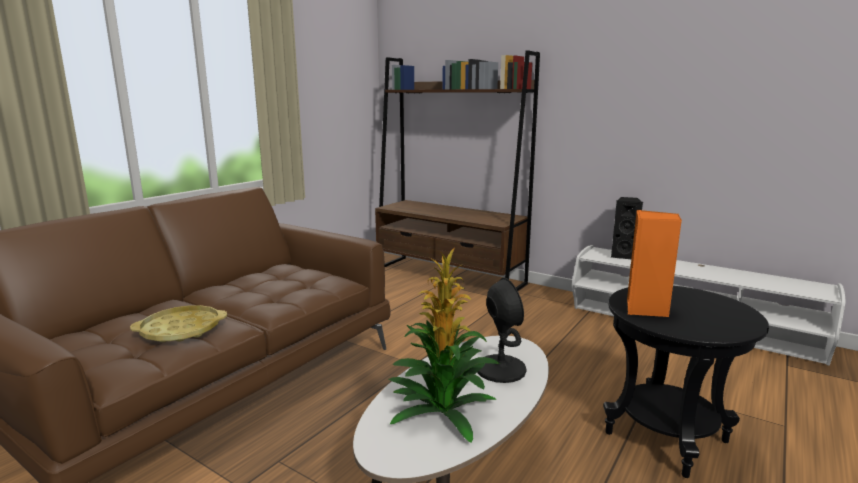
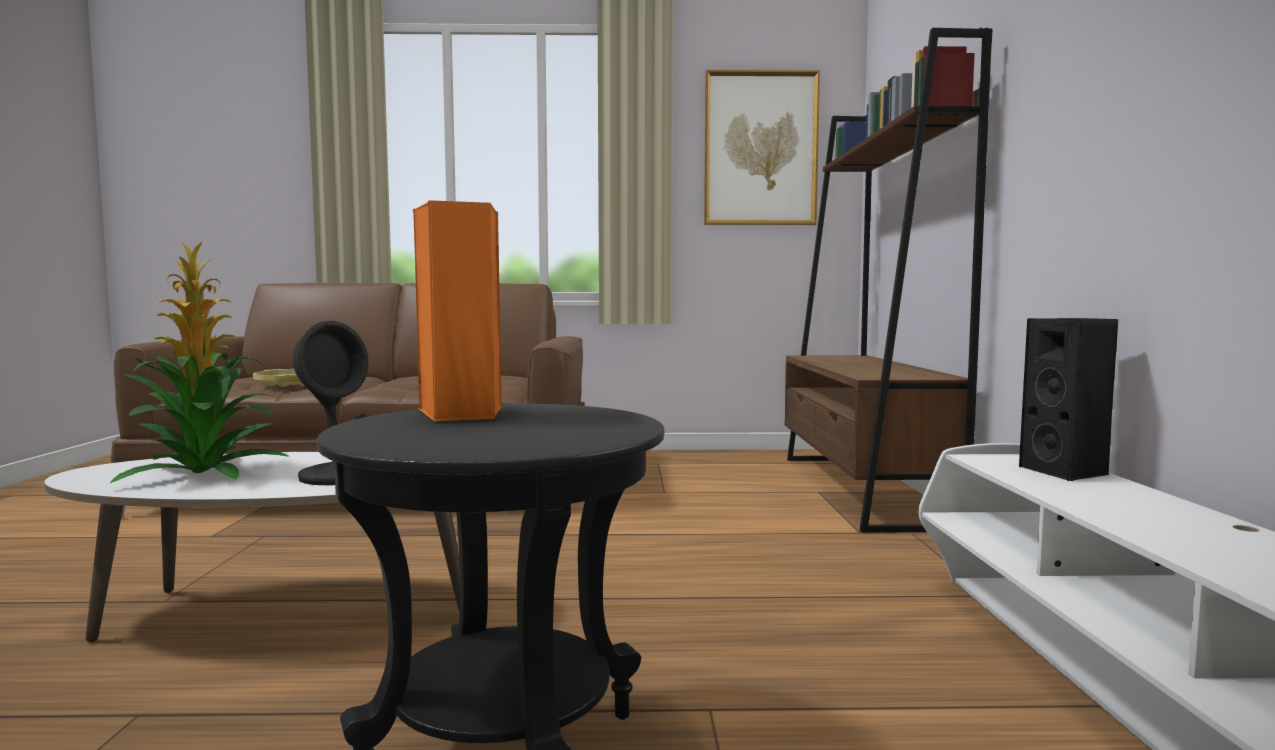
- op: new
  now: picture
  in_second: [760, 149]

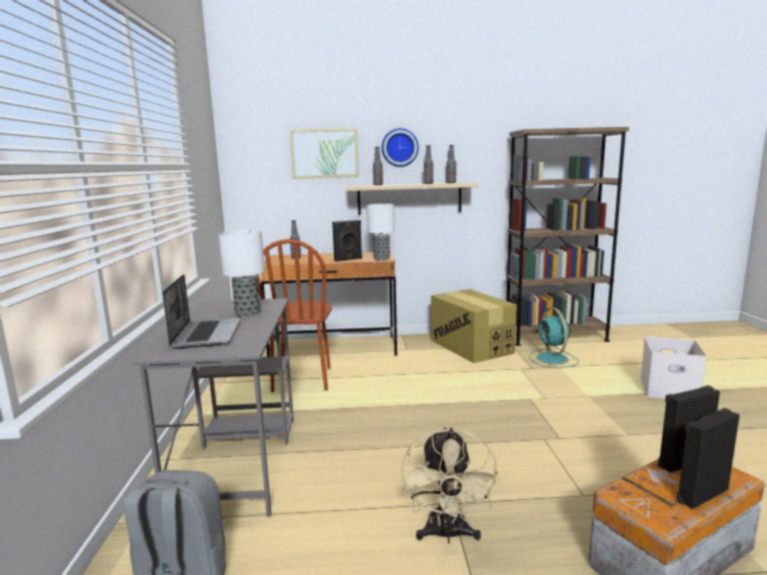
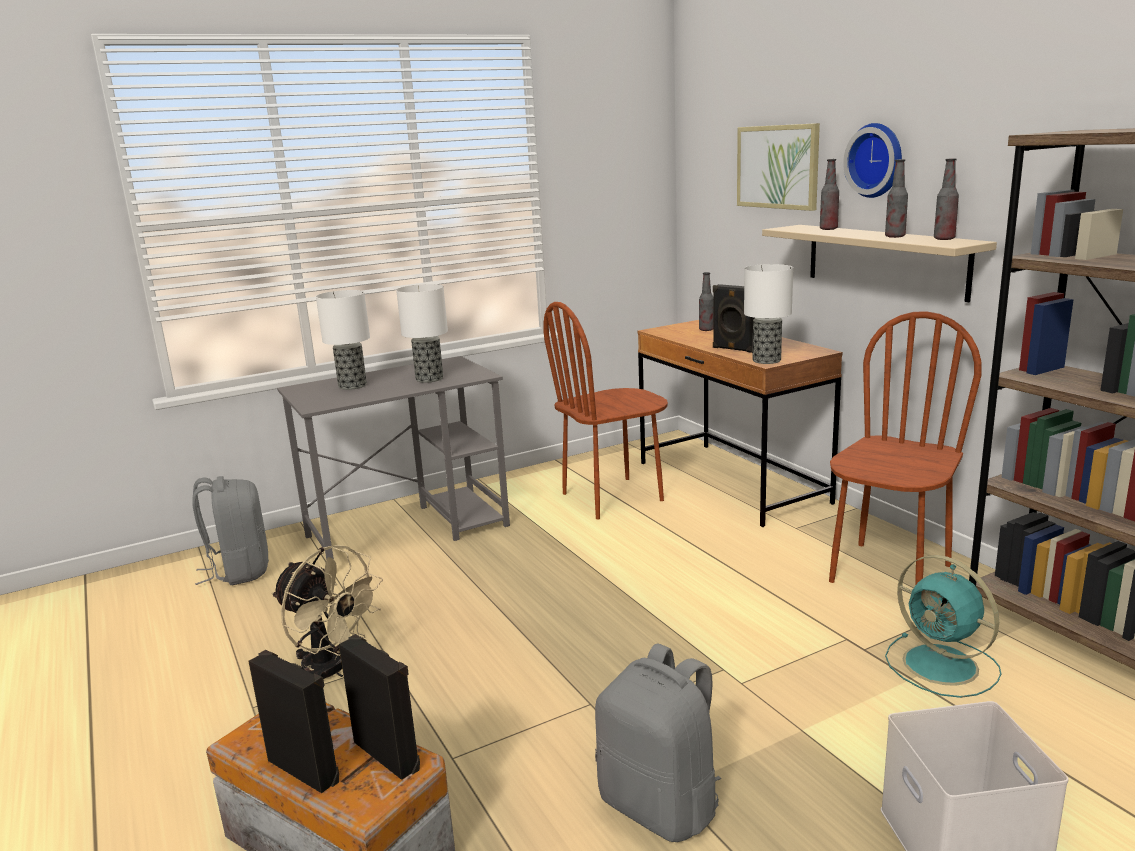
- op: new
  now: rucksack/greyish
  in_second: [661, 806]
- op: swapped
  was: notebook computer
  now: tabletop lamp
  in_first: [206, 334]
  in_second: [353, 385]
- op: swapped
  was: cardboard box
  now: chair/brown-coloured
  in_first: [471, 346]
  in_second: [889, 573]
- op: rotated
  was: electric fan/sand-coloured
  in_first: [447, 534]
  in_second: [333, 672]
  clockwise: -120
- op: rotated
  was: electric fan/blue-green
  in_first: [553, 359]
  in_second: [943, 666]
  clockwise: -90

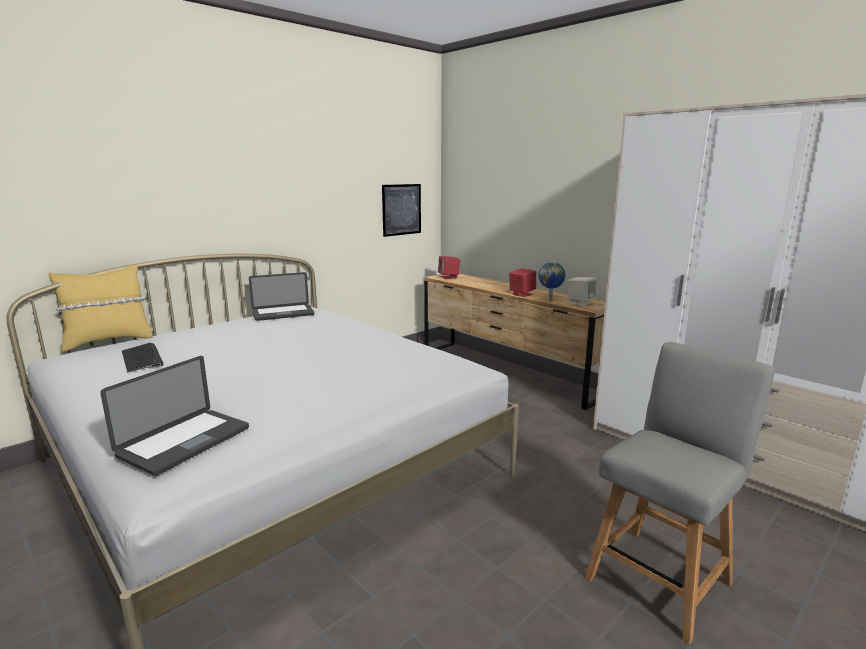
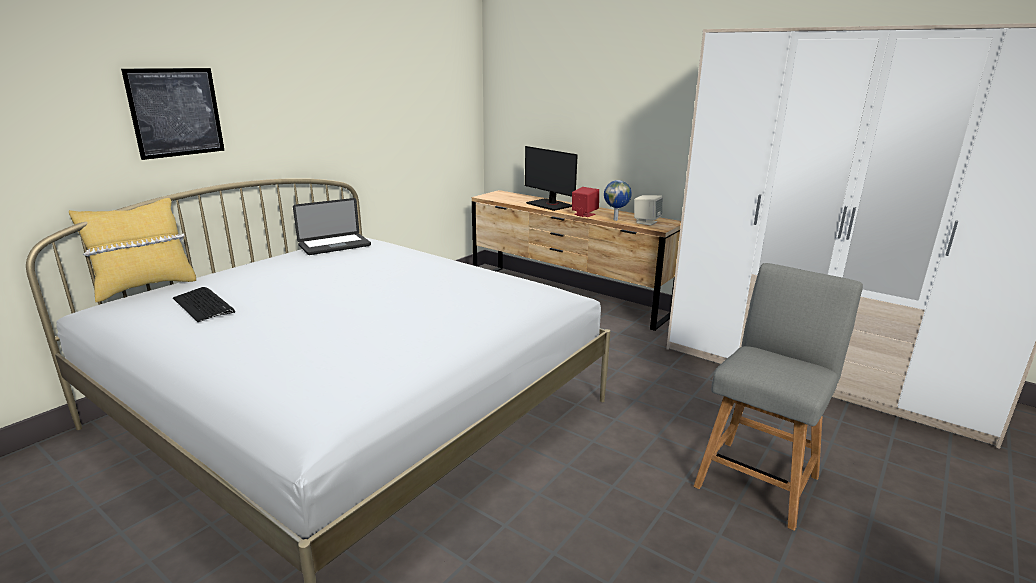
- op: gone
  was: notebook computer
  in_first: [185, 442]
- op: gone
  was: speaker/red-coloured
  in_first: [449, 277]
- op: new
  now: monitor
  in_second: [550, 205]
- op: shifted
  was: picture
  in_first: [401, 209]
  in_second: [176, 112]

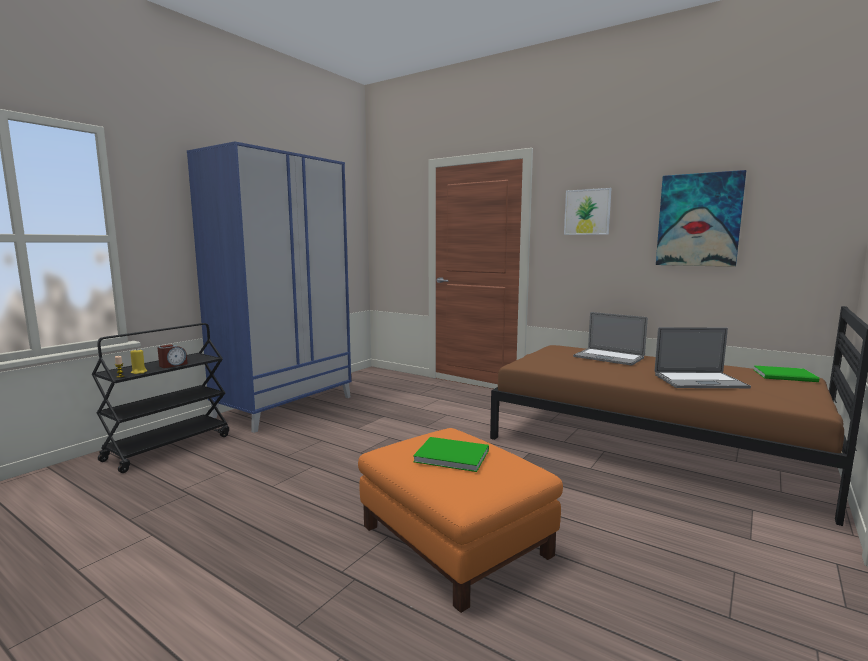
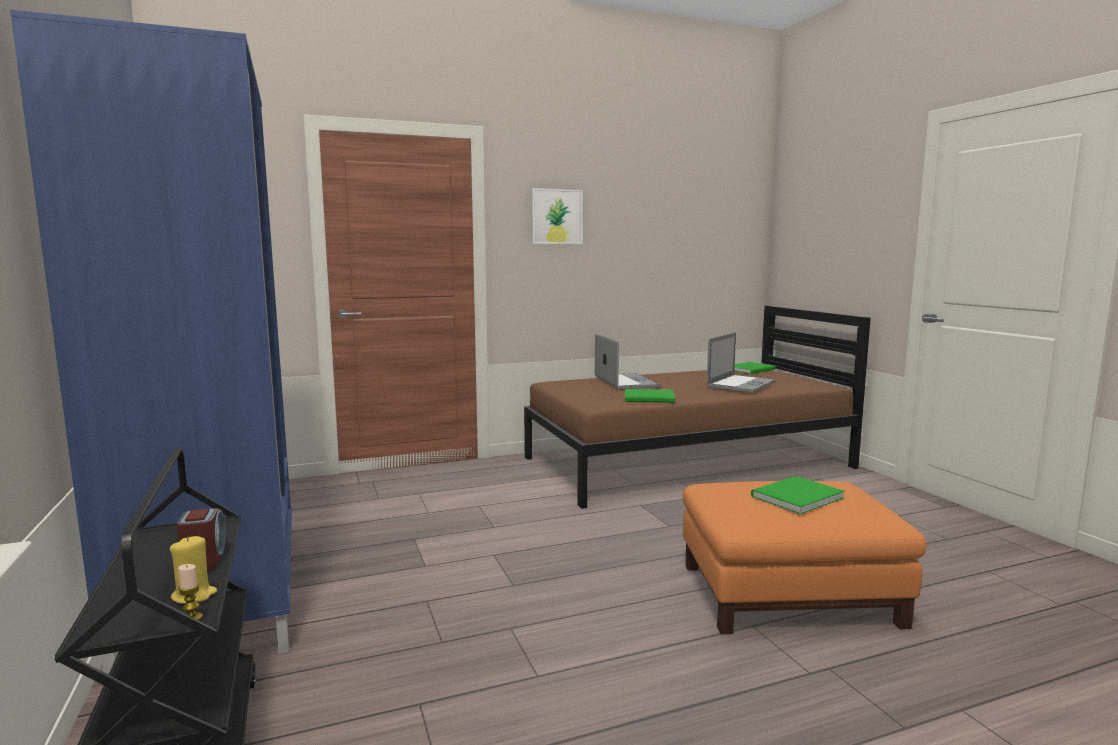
- op: gone
  was: picture
  in_first: [698, 220]
- op: new
  now: book/green
  in_second: [650, 398]
- op: rotated
  was: notebook computer
  in_first: [608, 357]
  in_second: [626, 382]
  clockwise: -90

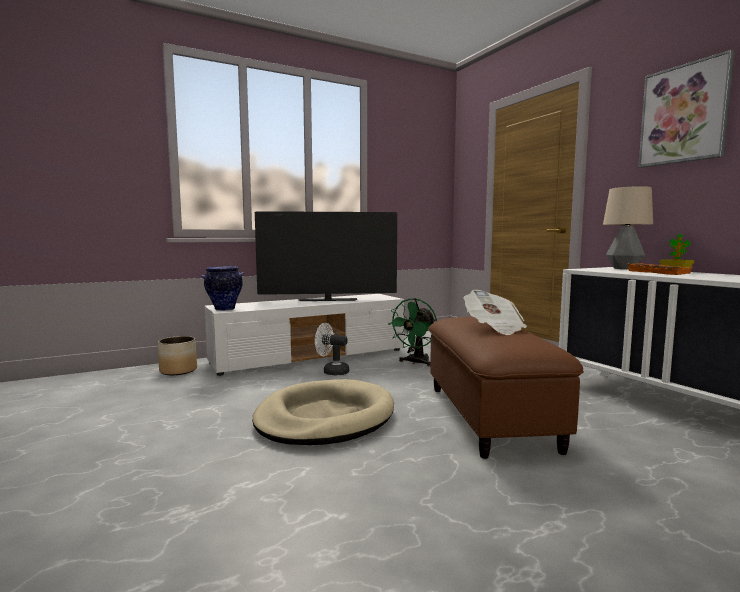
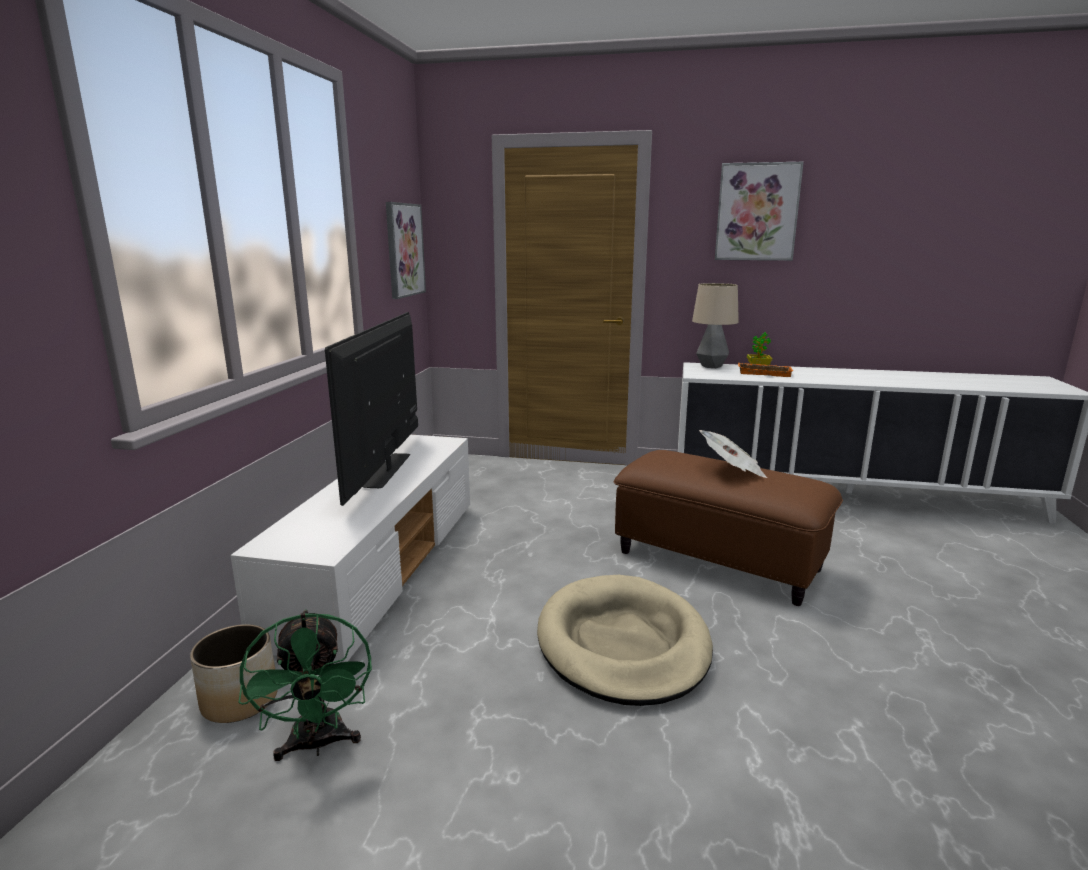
- op: gone
  was: flower vase
  in_first: [224, 309]
- op: gone
  was: electric fan/white
  in_first: [331, 372]
- op: new
  now: picture
  in_second: [404, 250]
- op: shifted
  was: electric fan/green
  in_first: [415, 362]
  in_second: [318, 745]
- op: rotated
  was: TV set
  in_first: [328, 300]
  in_second: [388, 470]
  clockwise: 150

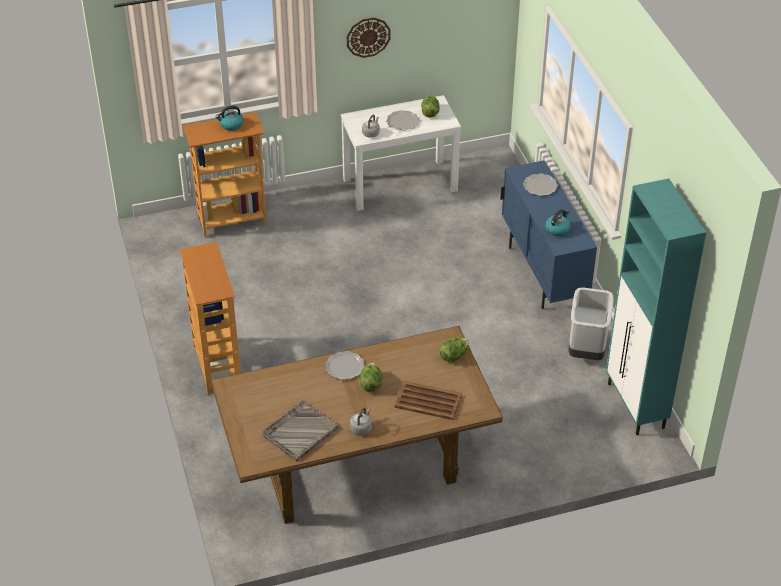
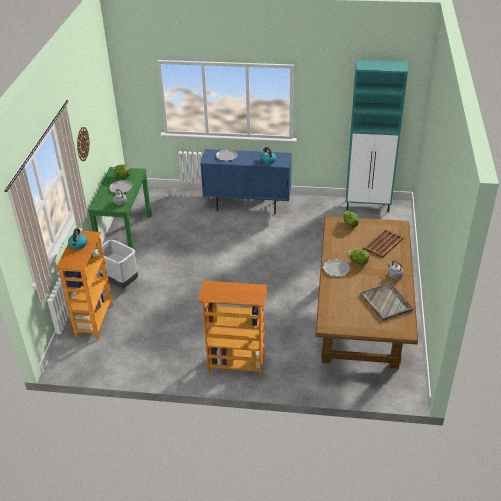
- op: shifted
  was: rubbish bin/greyish
  in_first: [587, 350]
  in_second: [120, 282]
- op: repainted
  was: narrow table/white
  now: narrow table/green
  in_first: [400, 184]
  in_second: [125, 235]

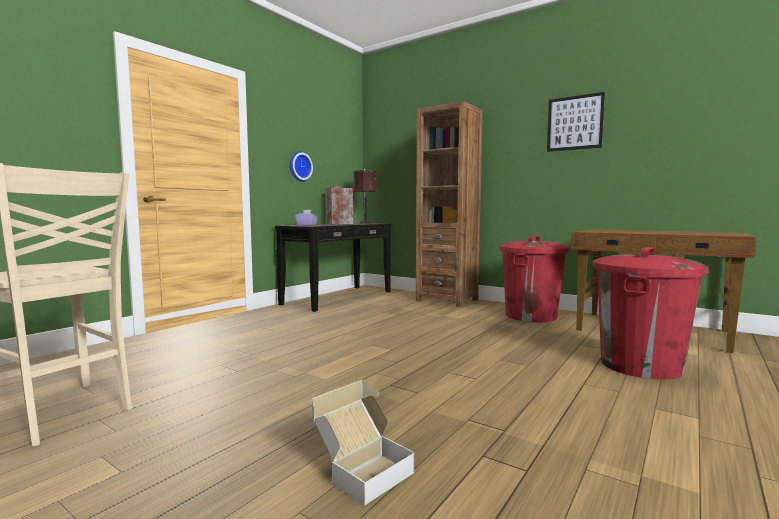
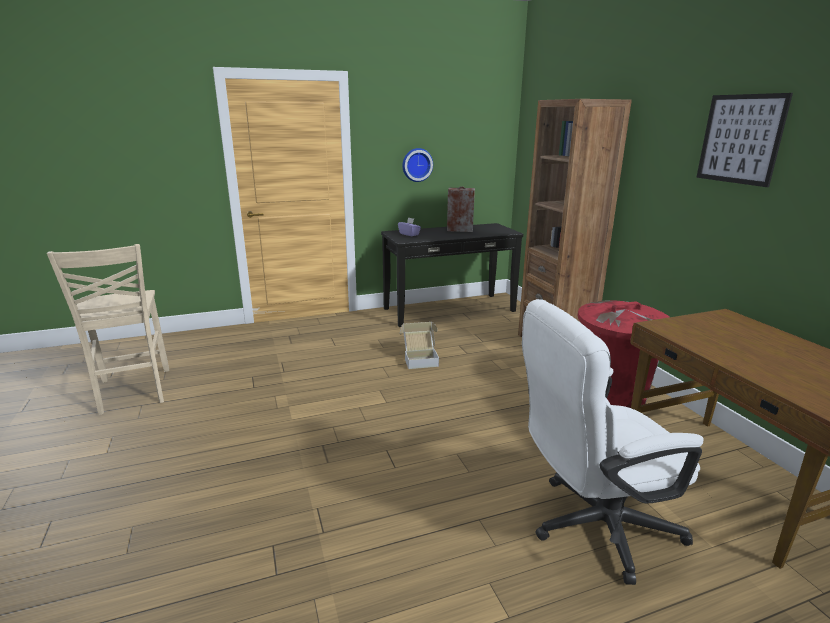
- op: gone
  was: tabletop lamp/brown-coloured
  in_first: [364, 223]
- op: shifted
  was: cardboard box
  in_first: [361, 470]
  in_second: [420, 359]
- op: swapped
  was: rubbish bin/red-coloured
  now: computer chair/white
  in_first: [640, 365]
  in_second: [592, 526]

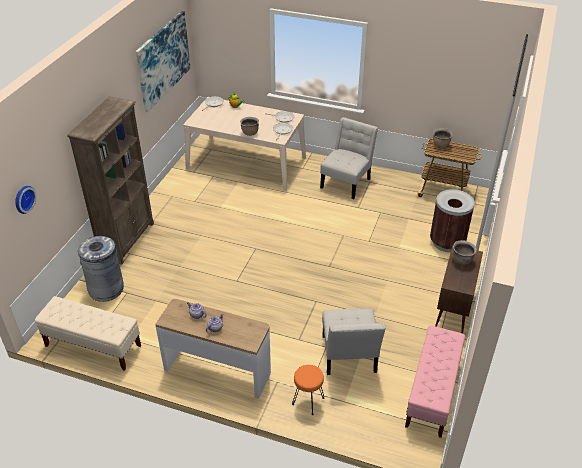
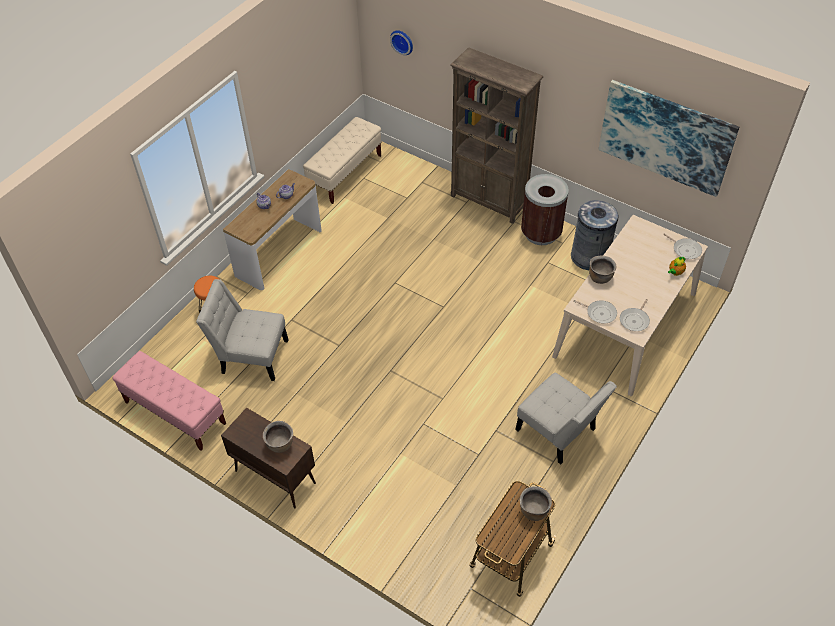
- op: shifted
  was: rubbish bin/greyish
  in_first: [106, 289]
  in_second: [589, 257]
- op: shifted
  was: rubbish bin/brown-coloured
  in_first: [447, 242]
  in_second: [541, 233]

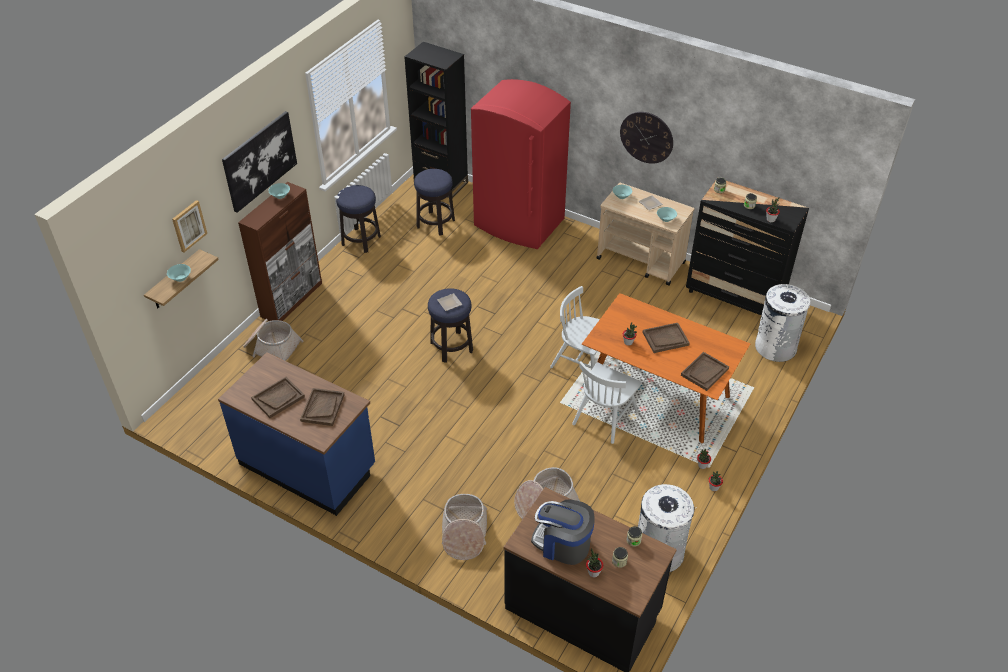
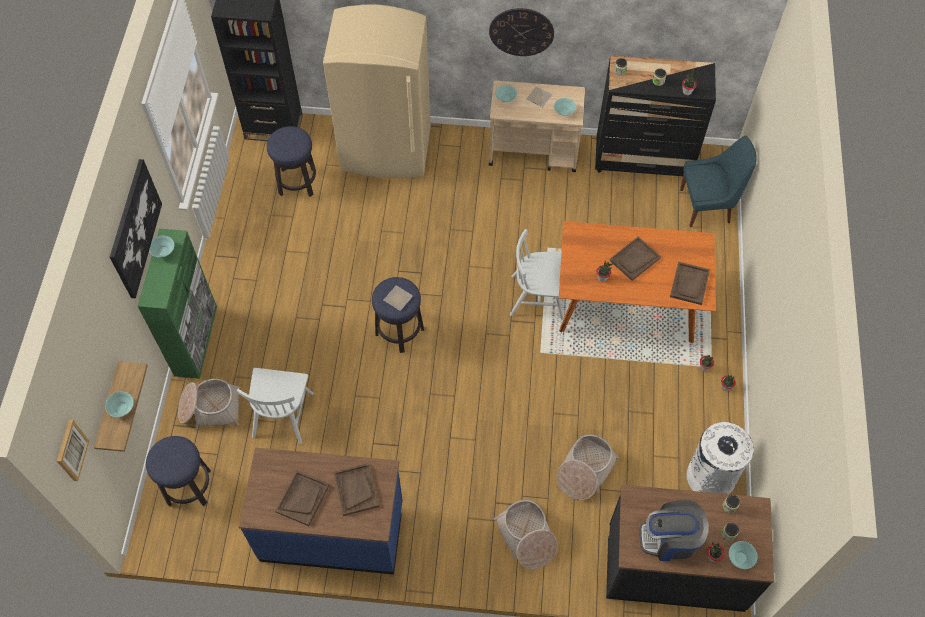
- op: new
  now: bowl/blue-green
  in_second: [740, 558]
- op: shifted
  was: picture
  in_first: [189, 225]
  in_second: [71, 450]
- op: shifted
  was: stool
  in_first: [361, 240]
  in_second: [188, 487]
- op: shifted
  was: chair/white
  in_first: [605, 417]
  in_second: [282, 414]
- op: swapped
  was: rubbish bin/white
  now: chair/blue
  in_first: [775, 347]
  in_second: [707, 206]
- op: repainted
  was: cupboard/brown-coloured
  now: cupboard/green
  in_first: [292, 299]
  in_second: [196, 340]
- op: repainted
  was: refrigerator/red-coloured
  now: refrigerator/sand-coloured
  in_first: [519, 224]
  in_second: [386, 150]

